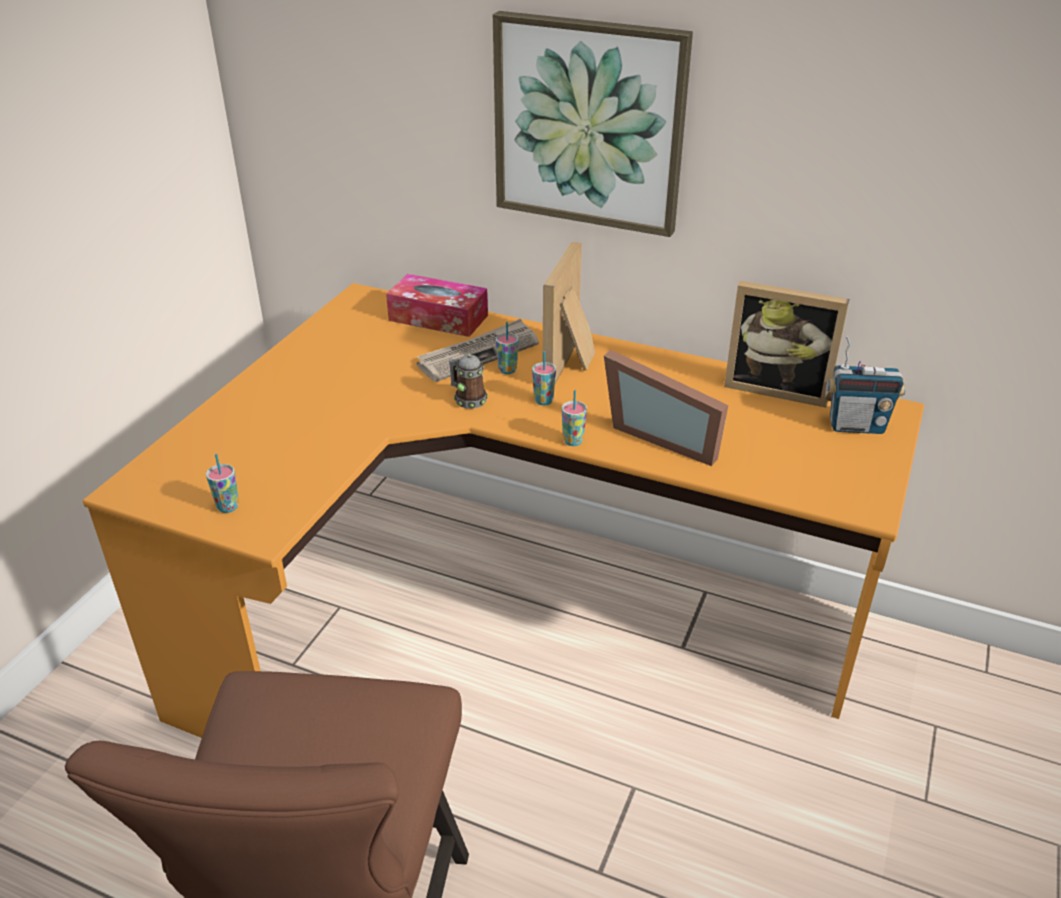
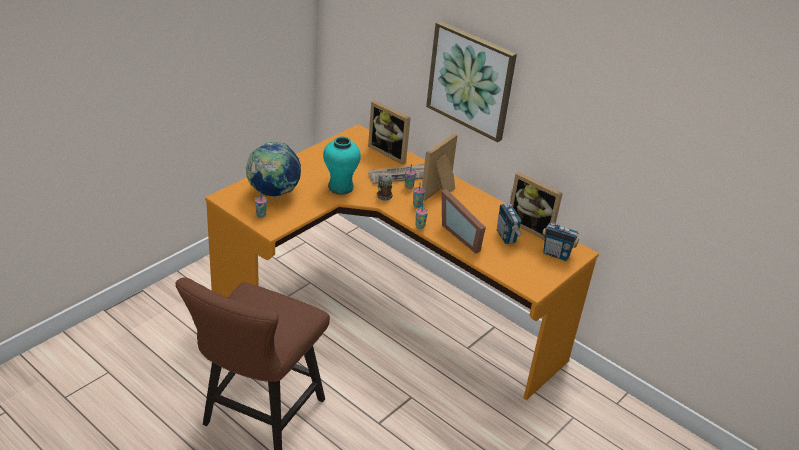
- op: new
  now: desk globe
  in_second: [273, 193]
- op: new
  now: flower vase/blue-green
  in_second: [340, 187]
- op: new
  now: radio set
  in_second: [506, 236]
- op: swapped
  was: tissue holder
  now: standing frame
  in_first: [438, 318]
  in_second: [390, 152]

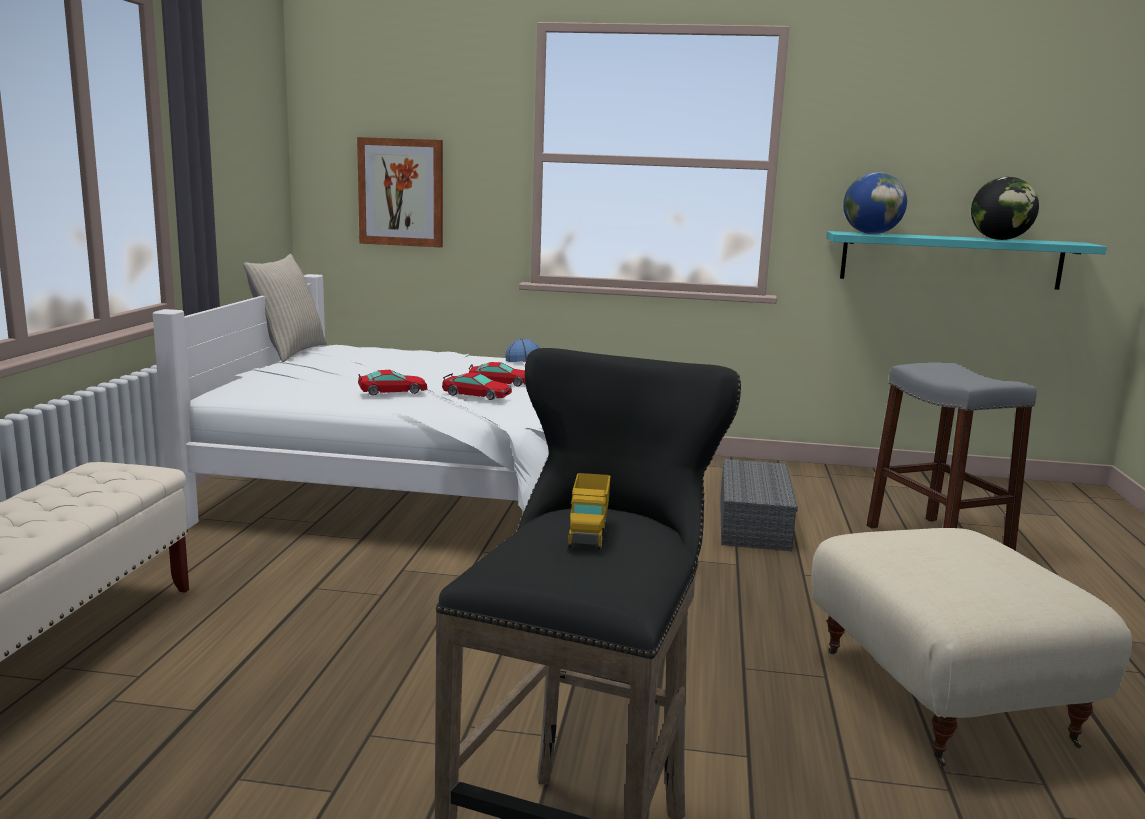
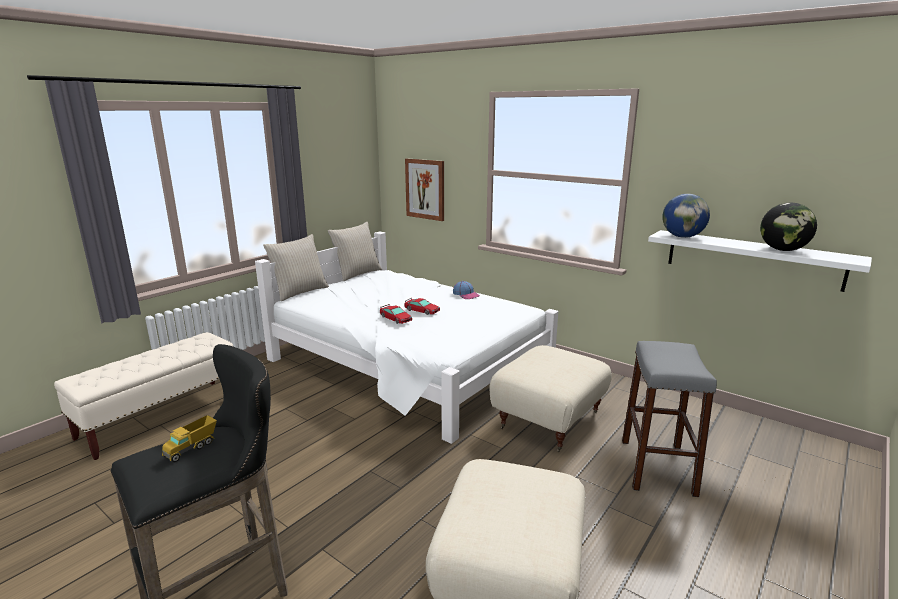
- op: gone
  was: toy car
  in_first: [392, 391]
- op: new
  now: pillow/sand-coloured
  in_second: [299, 292]
- op: swapped
  was: storage bin/greyish
  now: ottoman/sand-coloured
  in_first: [751, 522]
  in_second: [548, 420]
- op: repainted
  was: shelf/blue-green
  now: shelf/white
  in_first: [950, 260]
  in_second: [752, 259]

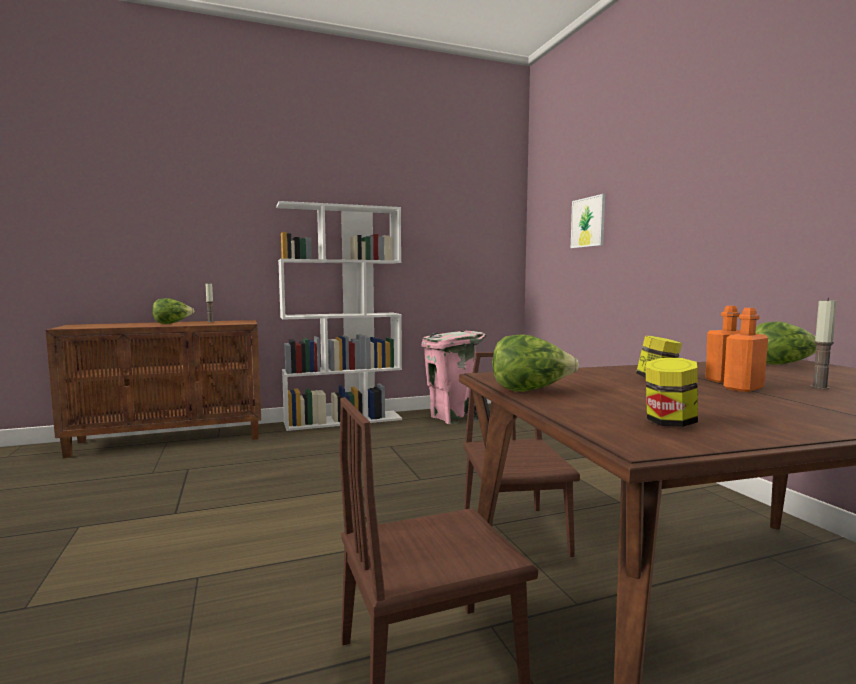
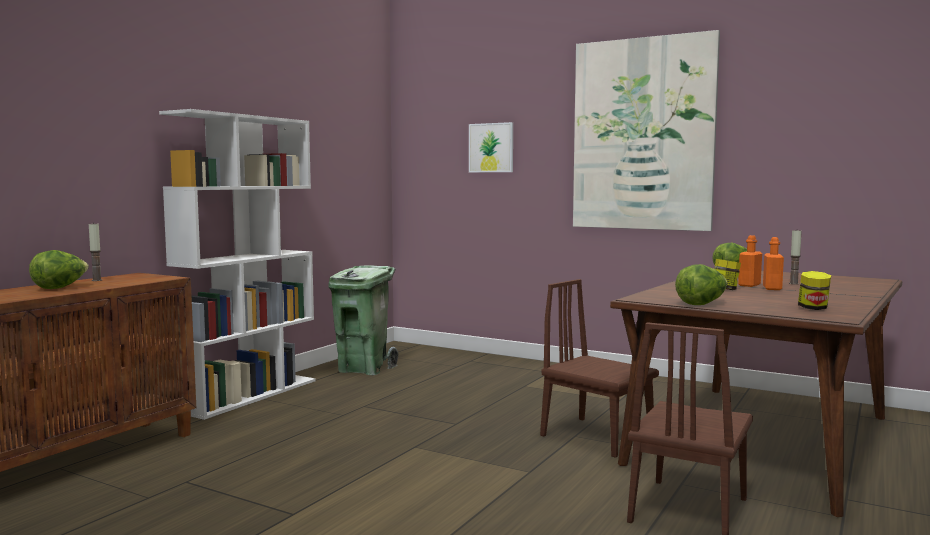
- op: new
  now: picture
  in_second: [642, 134]
- op: repainted
  was: rubbish bin/pink
  now: rubbish bin/green
  in_first: [453, 418]
  in_second: [364, 369]

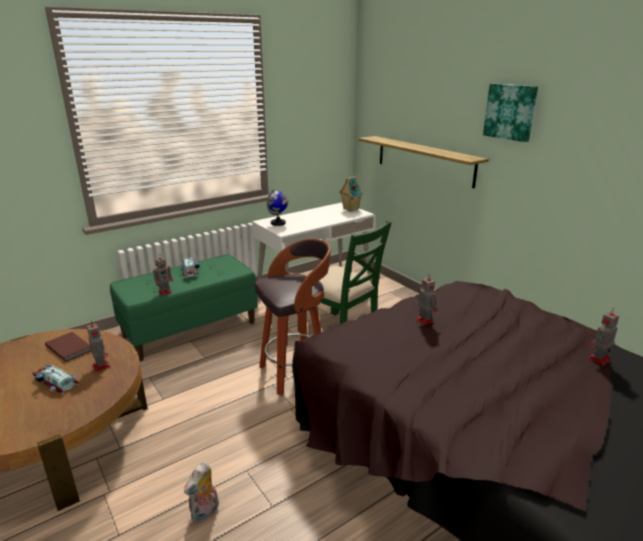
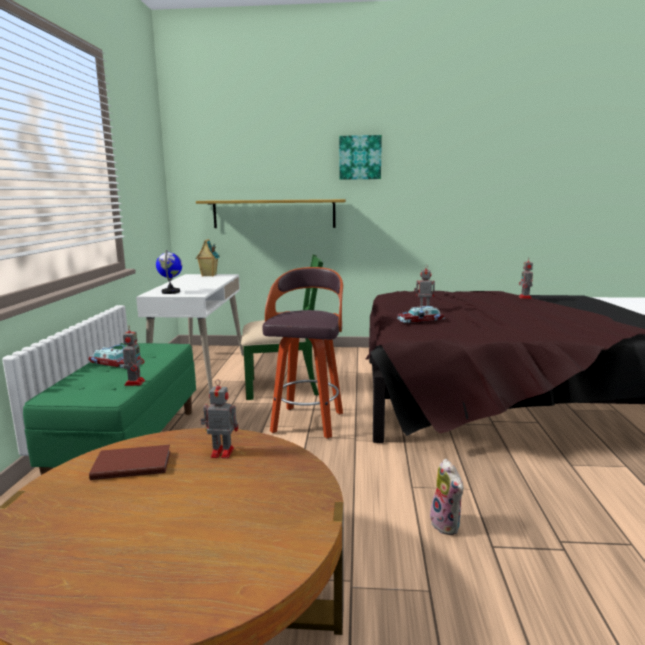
- op: shifted
  was: toy car
  in_first: [55, 383]
  in_second: [421, 320]

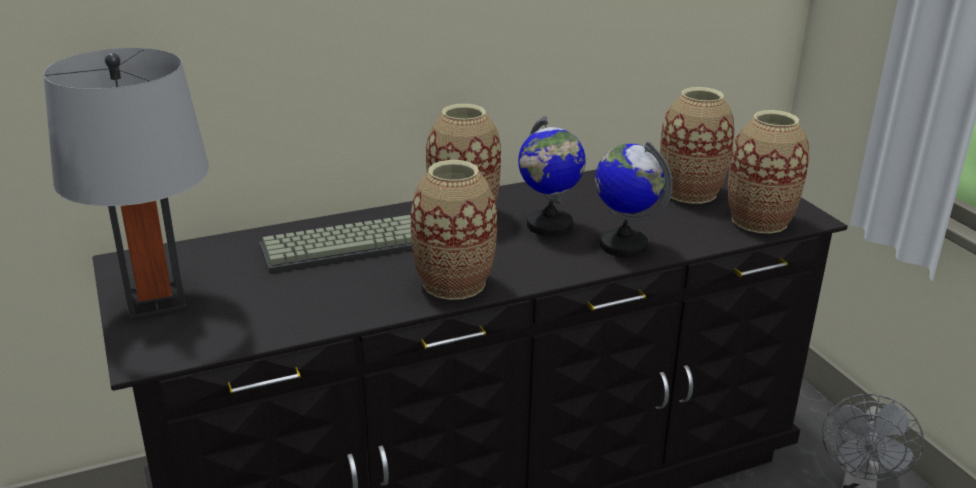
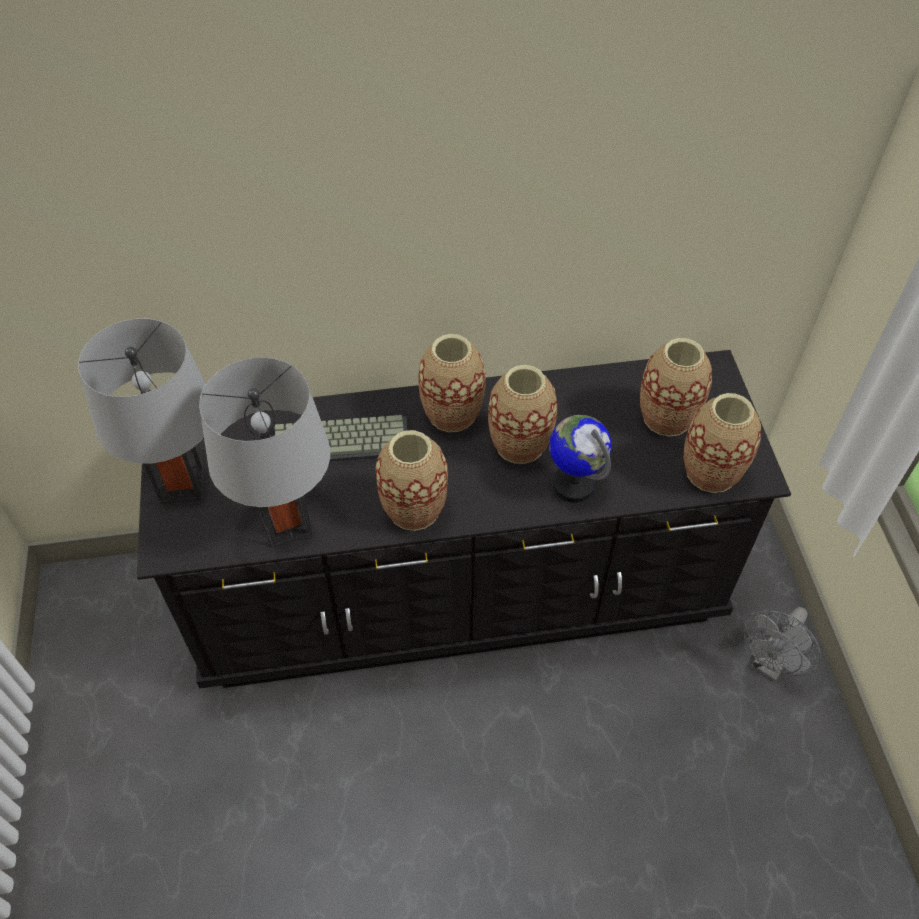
- op: new
  now: tabletop lamp/greyish
  in_second: [286, 523]
- op: swapped
  was: desk globe
  now: flower vase
  in_first: [549, 225]
  in_second: [520, 444]

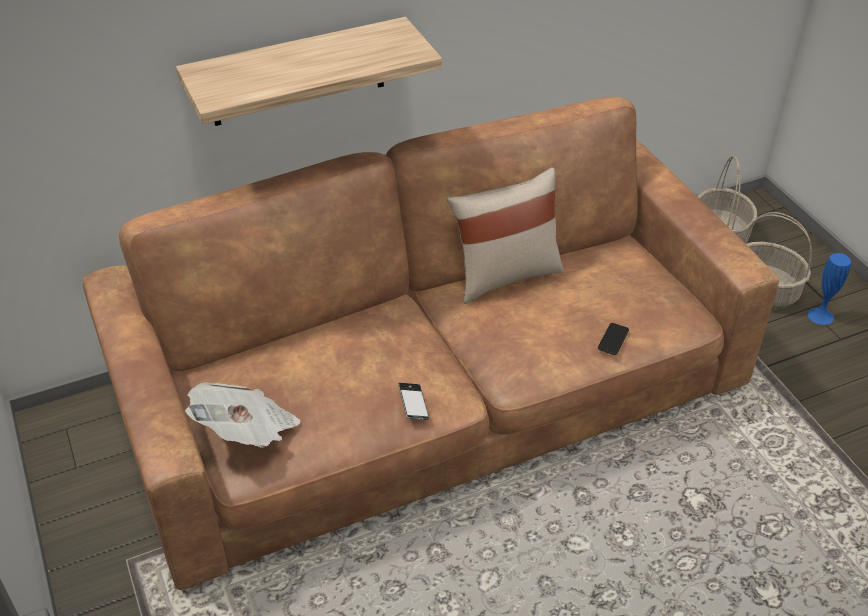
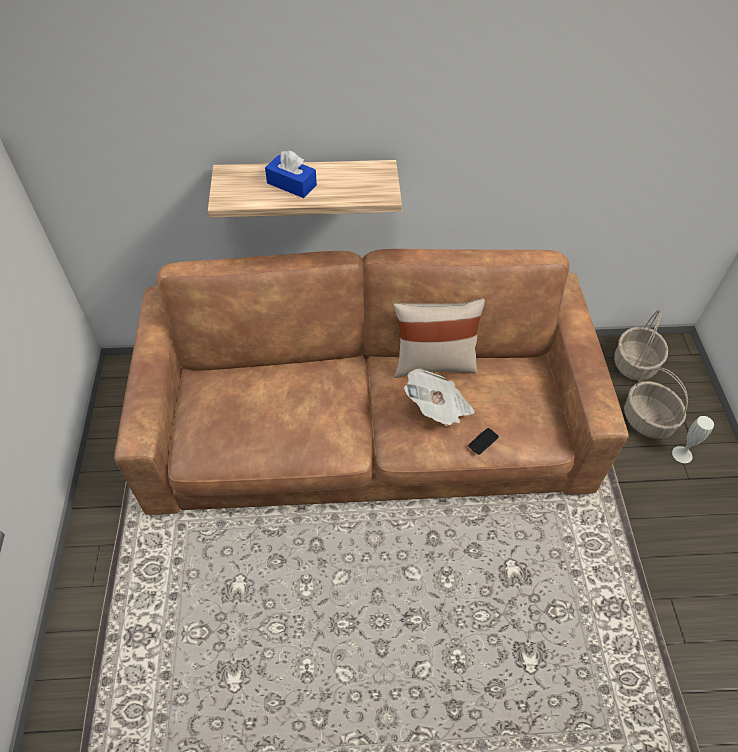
- op: gone
  was: telephone
  in_first: [413, 404]
- op: new
  now: tissue holder/blue
  in_second: [291, 184]
- op: shifted
  was: newspaper
  in_first: [247, 431]
  in_second: [438, 408]
- op: repainted
  was: flower vase/blue
  now: flower vase/white
  in_first: [820, 316]
  in_second: [682, 454]

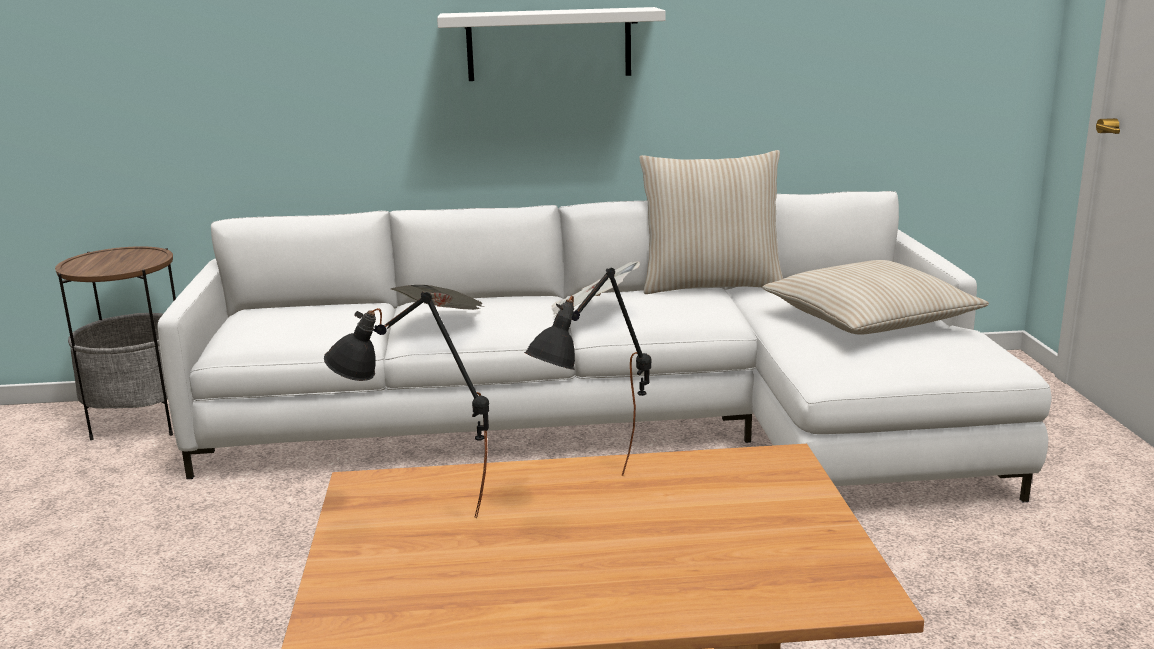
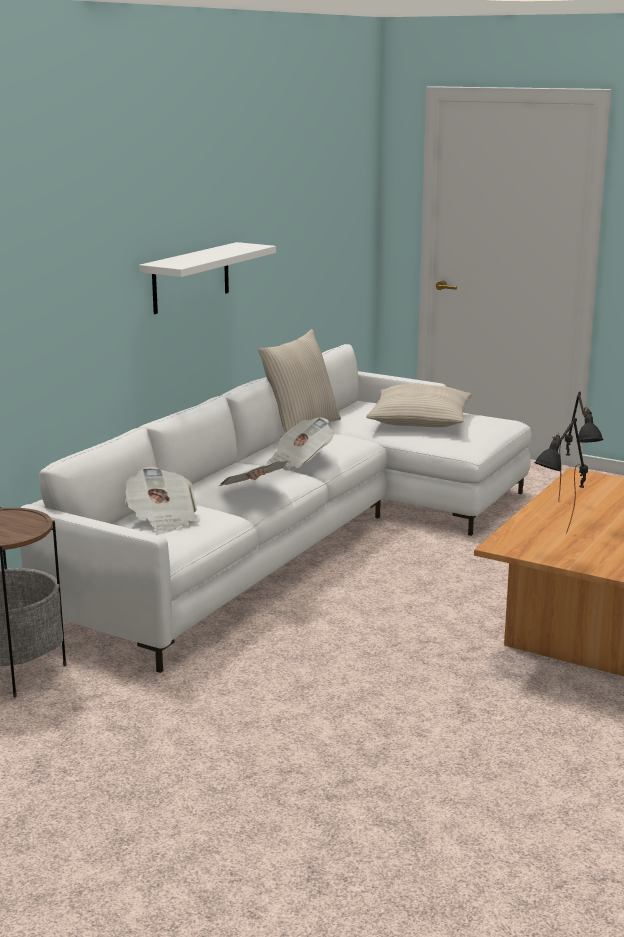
- op: new
  now: newspaper
  in_second: [162, 519]

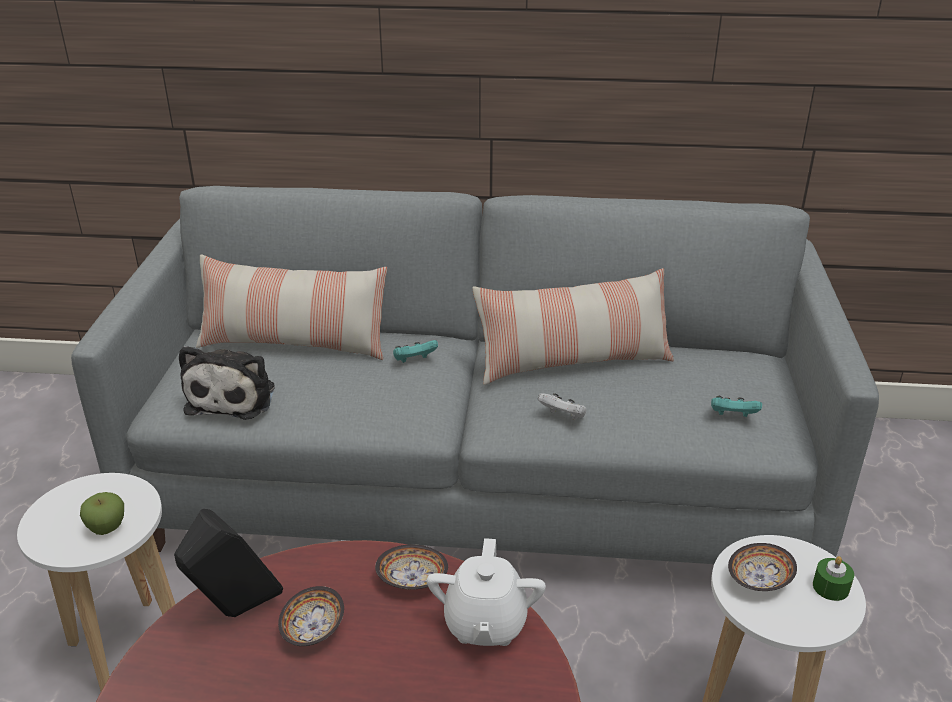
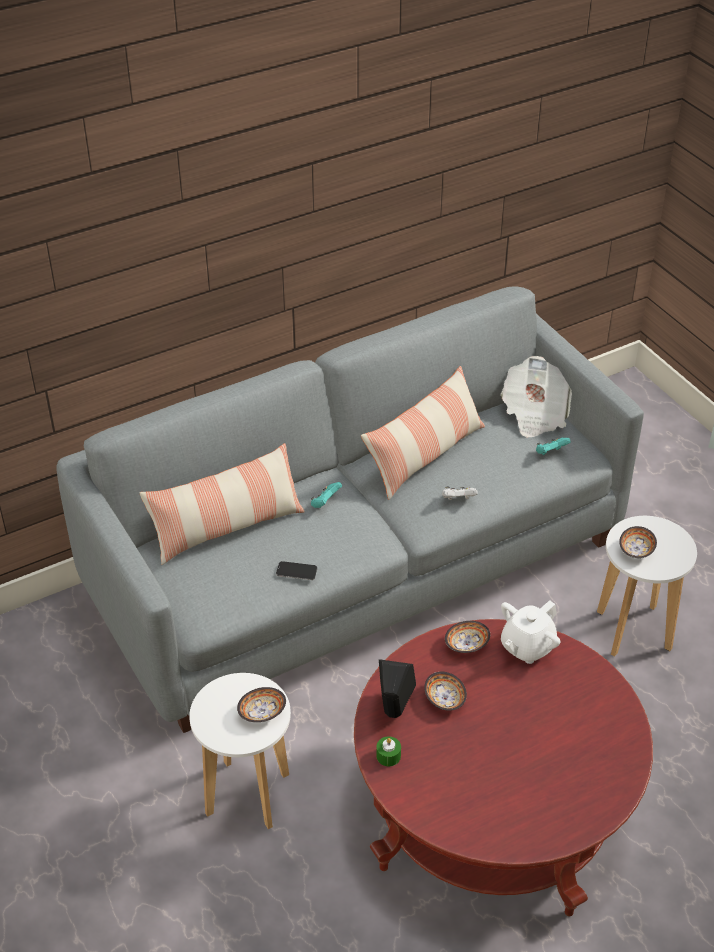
- op: gone
  was: plush toy
  in_first: [234, 396]
- op: new
  now: telephone
  in_second: [296, 571]
- op: new
  now: newspaper
  in_second: [535, 413]
- op: shifted
  was: candle/green
  in_first: [830, 587]
  in_second: [388, 756]
- op: swapped
  was: apple fruit
  now: bowl
  in_first: [107, 528]
  in_second: [261, 712]
- op: rotated
  was: pot for tea/white
  in_first: [485, 624]
  in_second: [527, 647]
  clockwise: 75

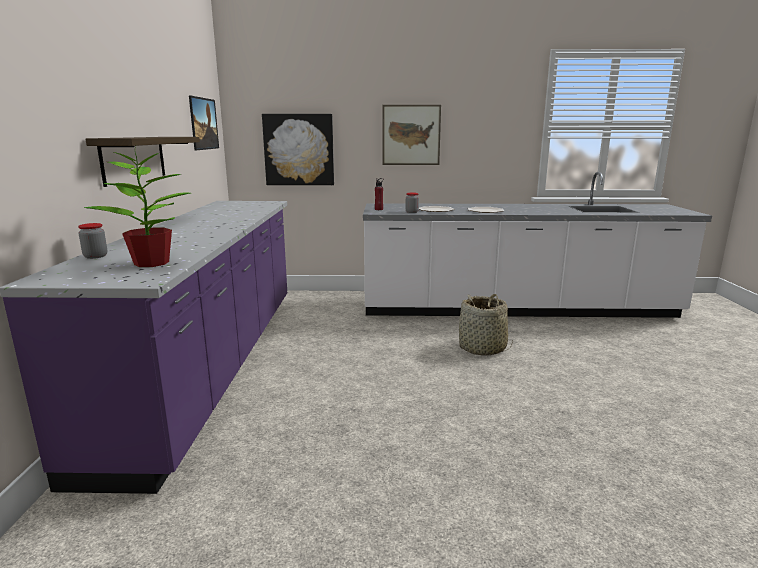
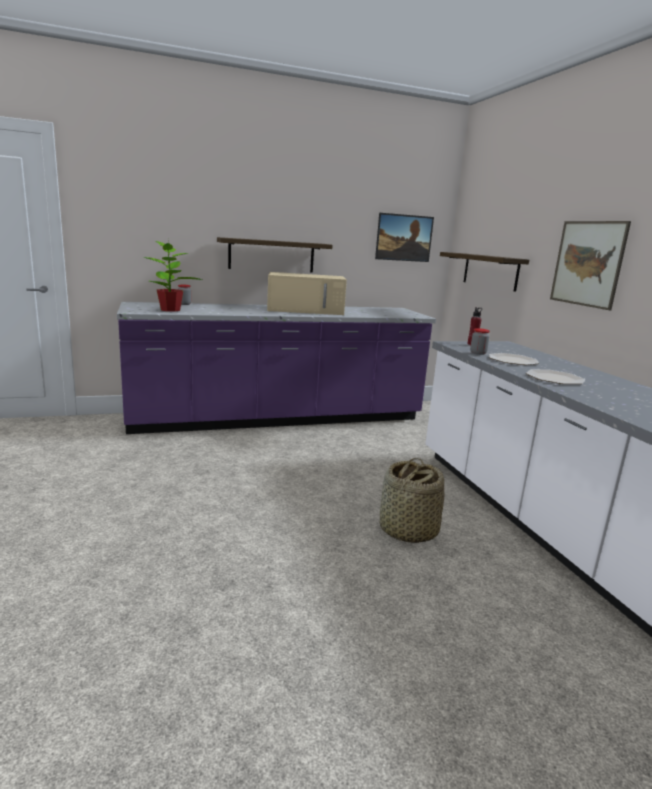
- op: new
  now: microwave/sand-coloured
  in_second: [306, 310]
- op: swapped
  was: picture
  now: shelf
  in_first: [299, 150]
  in_second: [490, 271]

